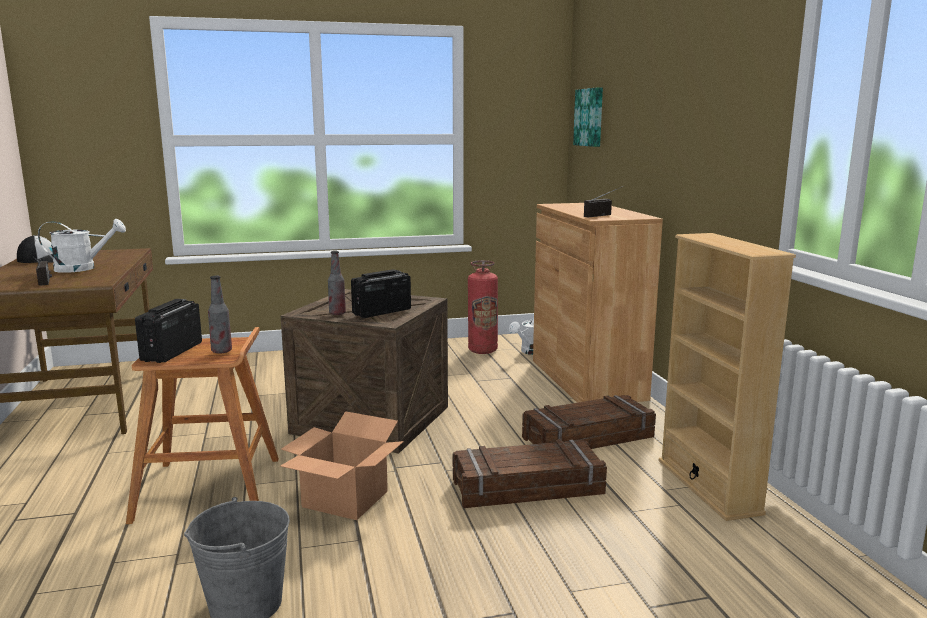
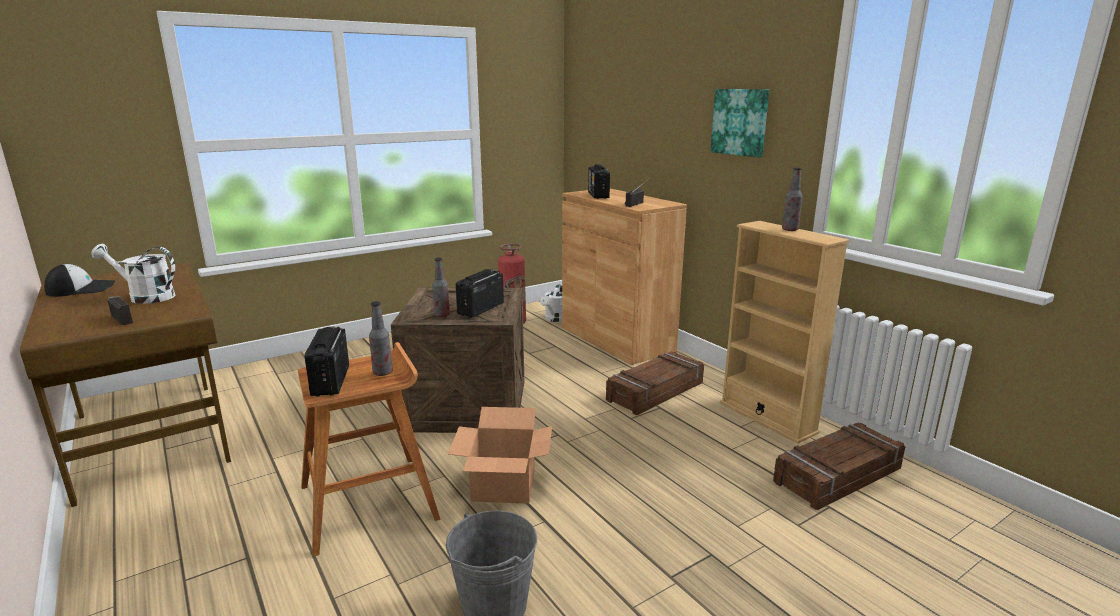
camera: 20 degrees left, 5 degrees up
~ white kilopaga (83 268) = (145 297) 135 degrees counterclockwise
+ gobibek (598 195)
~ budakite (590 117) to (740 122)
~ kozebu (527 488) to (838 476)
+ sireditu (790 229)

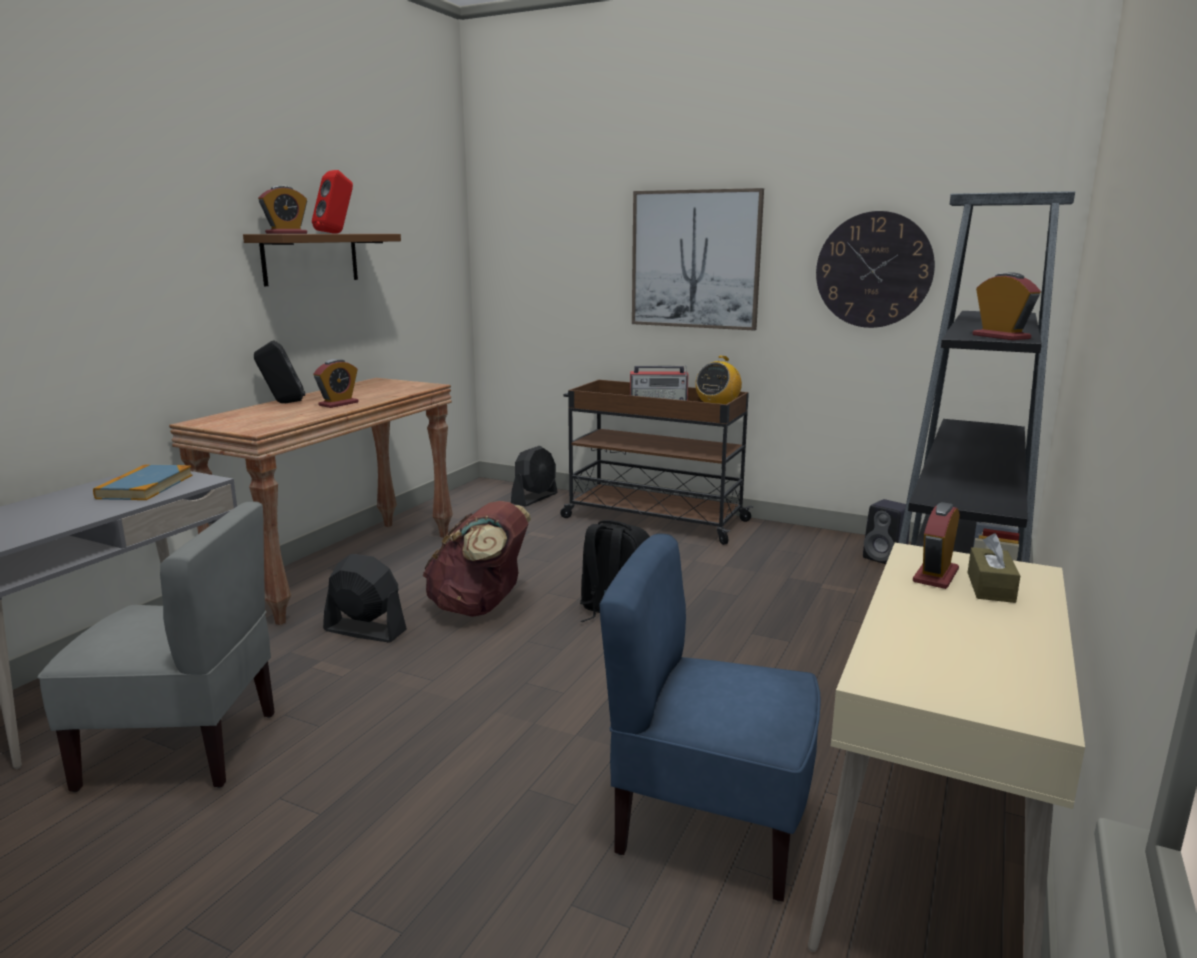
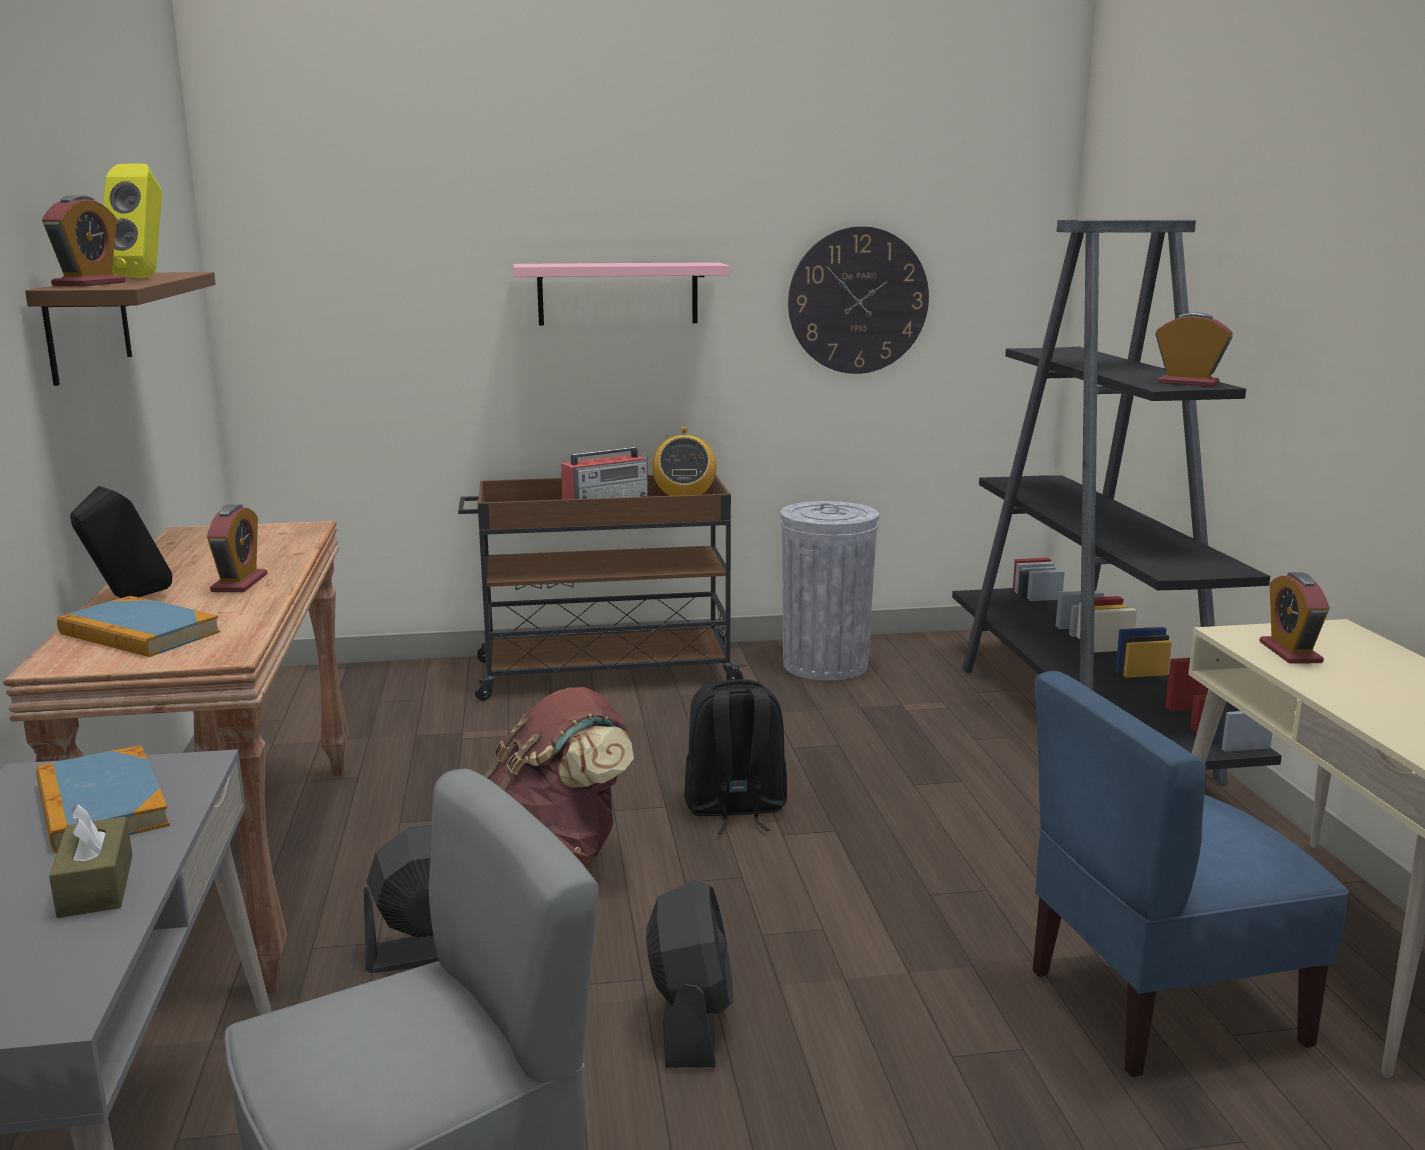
camera: 35 degrees left, 0 degrees up
~ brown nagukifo (990 587) to (96 886)
+ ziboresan (139 633)
~ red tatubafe (336 233) to yellow tatubafe (144 278)
~ budakite (695 259) to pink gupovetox (618 293)
~ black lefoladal (534 498) to (691 1020)
+ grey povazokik (825 664)
- black tatubafe (886 558)

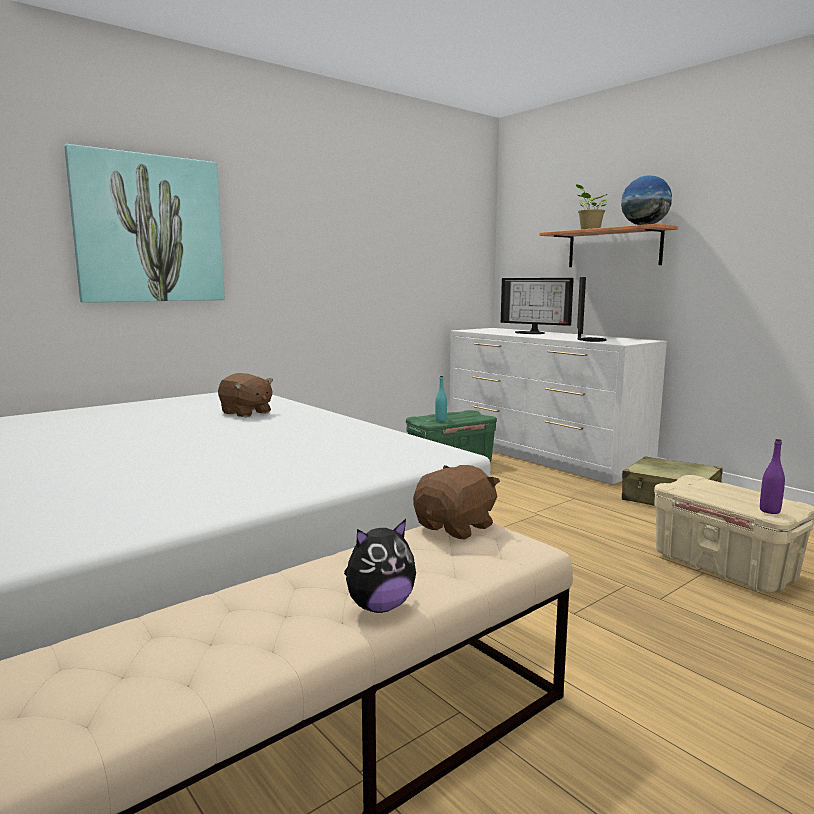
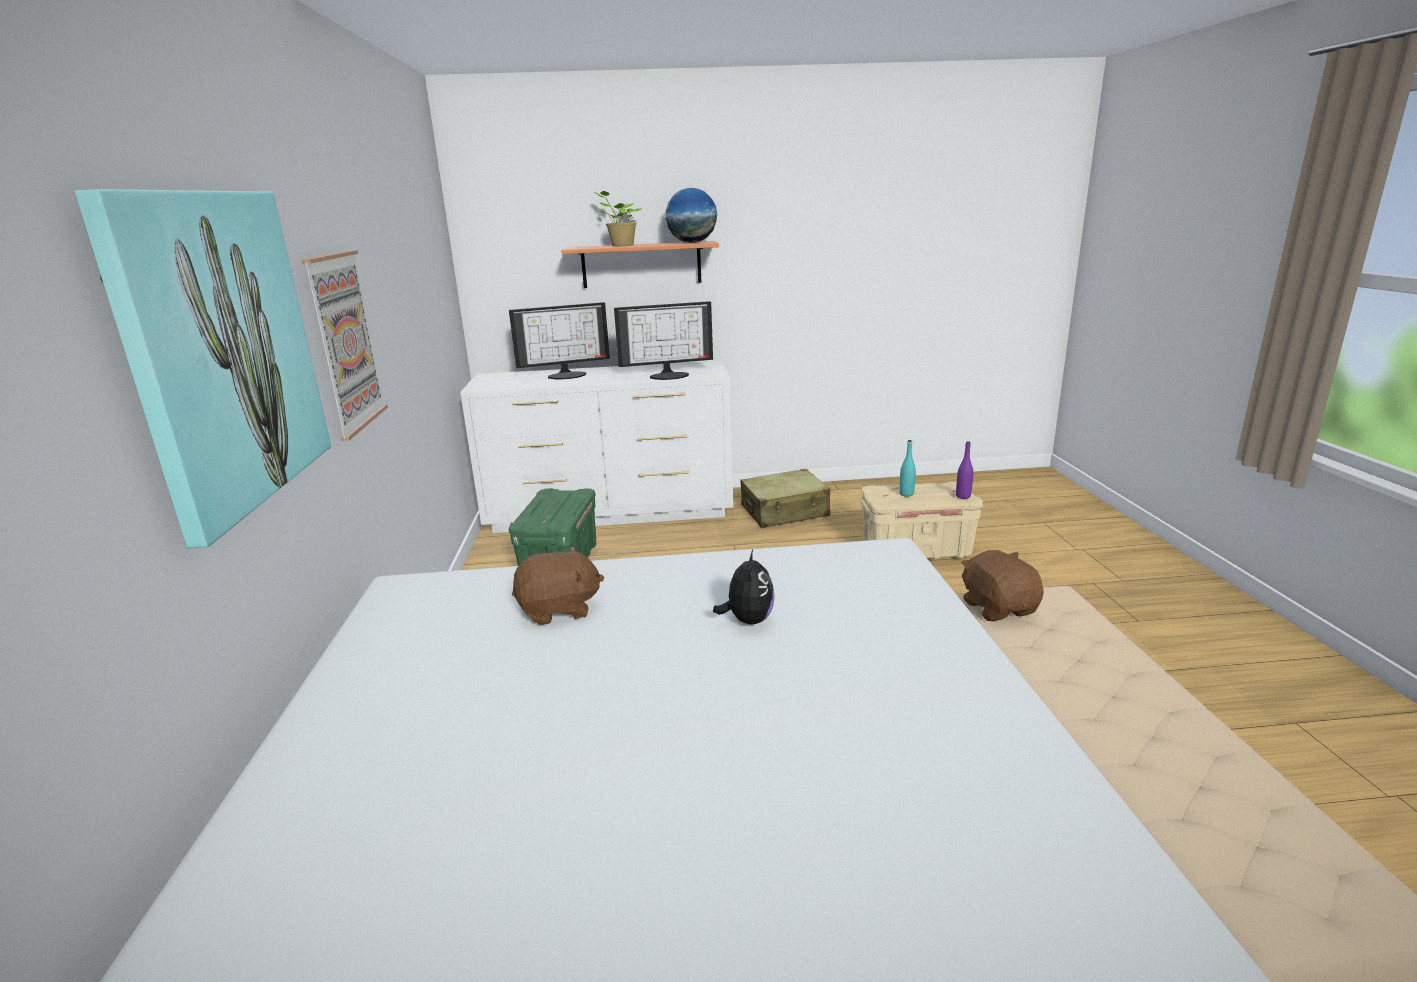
camera: 55 degrees left, 10 degrees up
+ budakite (345 342)
~ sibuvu (588 340) = (669 375) 120 degrees clockwise
~ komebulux (379 606) to (748 620)
~ turquoise sireditu (441 420) to (906 494)

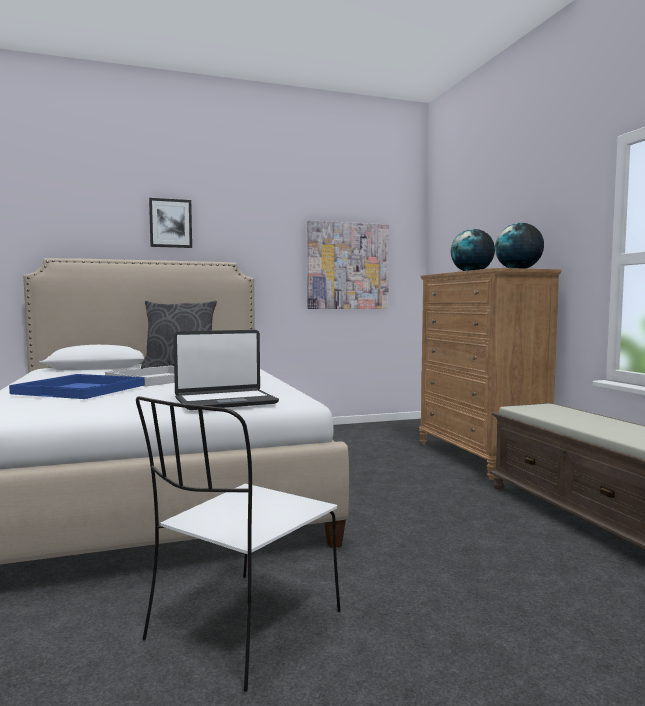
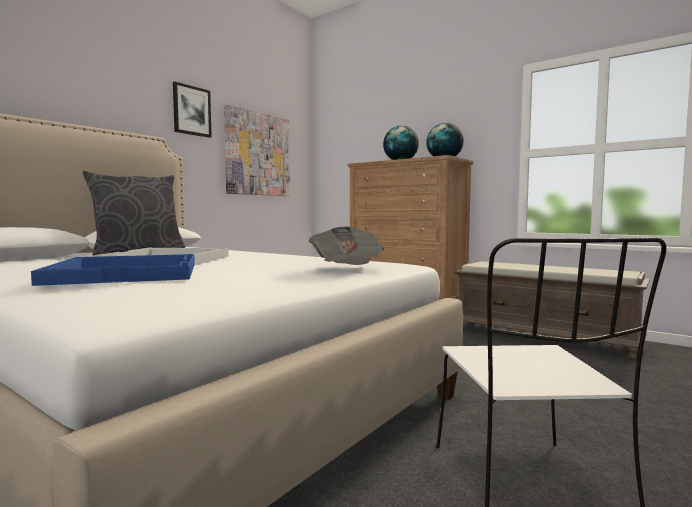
camera: 35 degrees left, 0 degrees up
~ budakite (170 223) to (191 111)
~ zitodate (225 401) to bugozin (347 268)

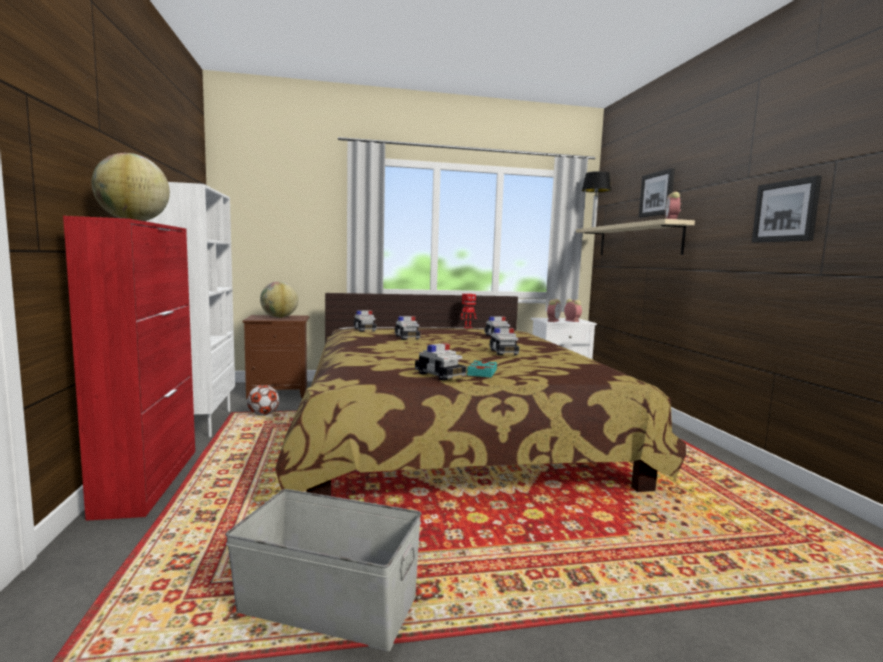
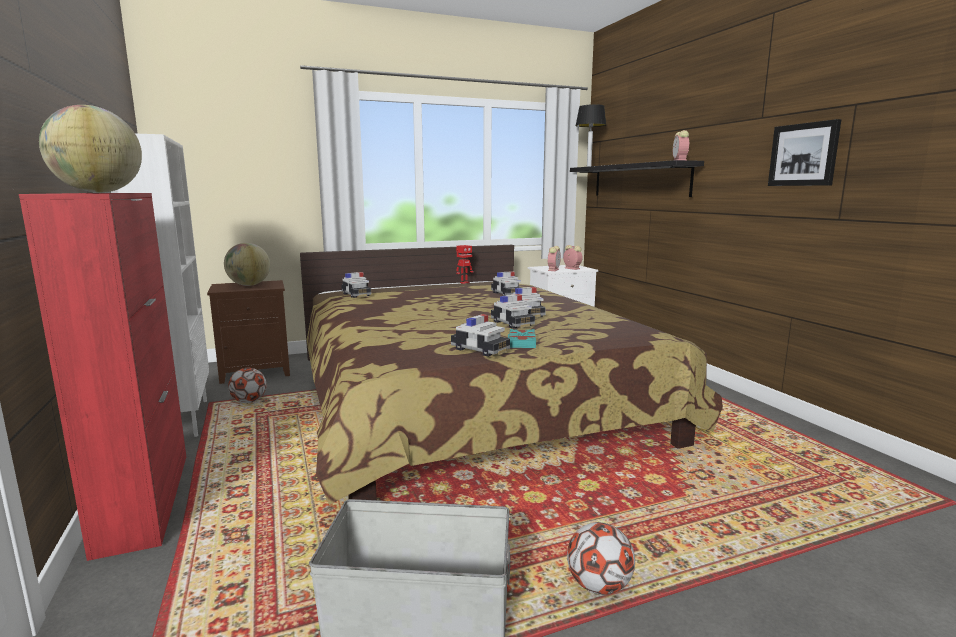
camera: 10 degrees left, 5 degrees up
~ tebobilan (407 337) to (512 323)
+ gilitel (598 586)
~ beige gupovetox (638 240) to black gupovetox (639 180)
- budakite (657 194)

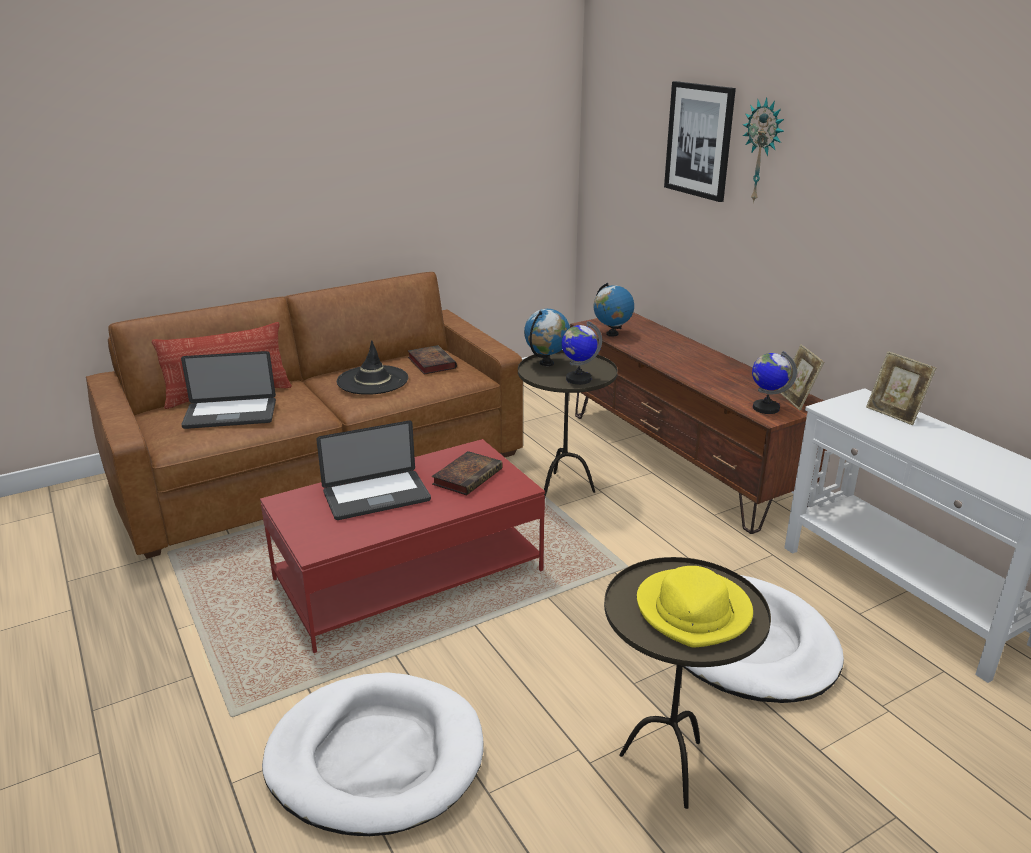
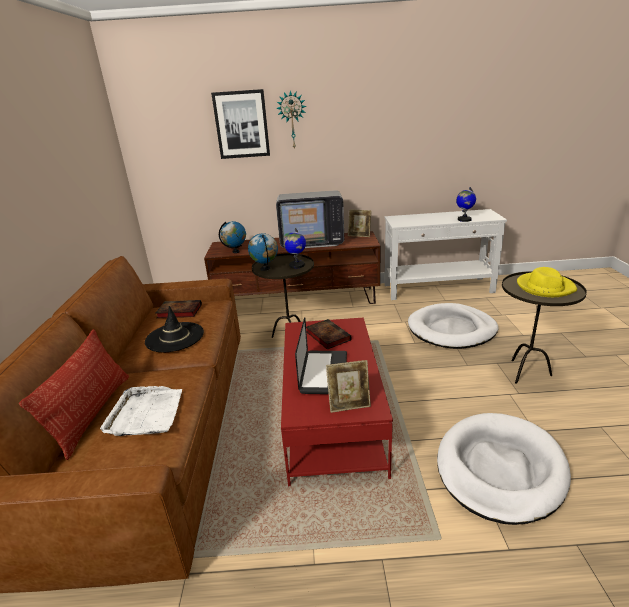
camera: 60 degrees left, 0 degrees up
~ zitodate (230 415) to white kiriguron (145 414)
+ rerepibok (312 242)
~ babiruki (894 414) to (349 404)
~ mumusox (765 408) to (464 219)

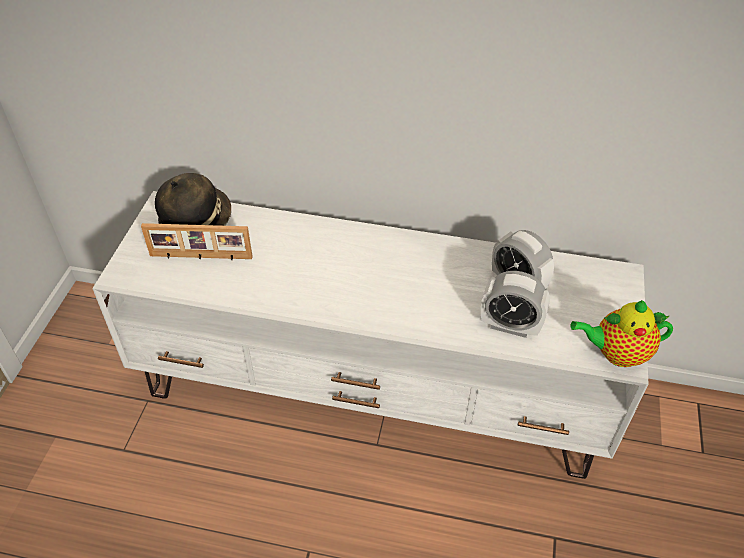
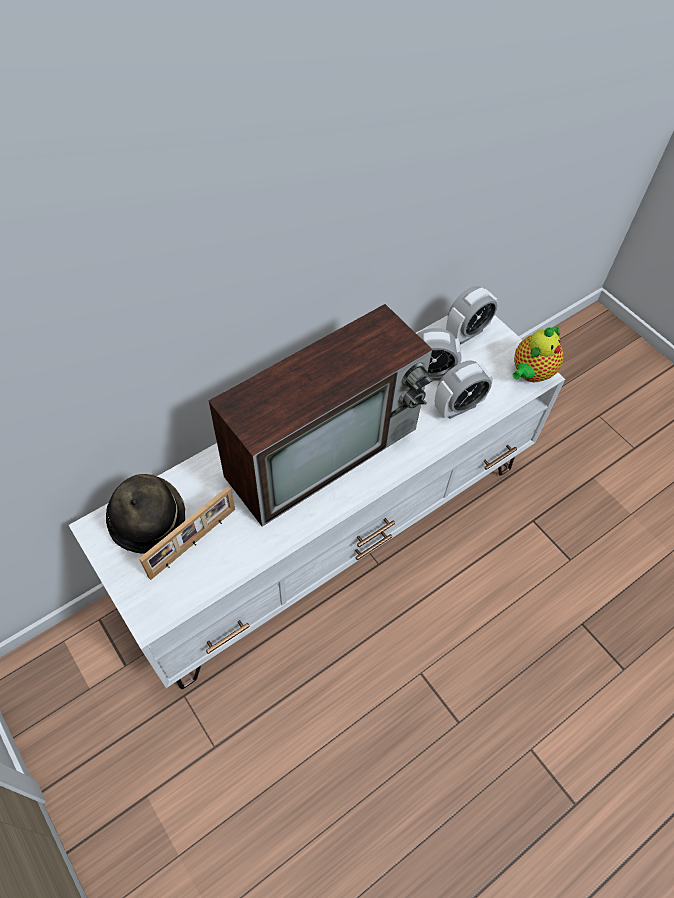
camera: 50 degrees left, 10 degrees up
+ rerepibok (324 449)
+ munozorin (466 333)

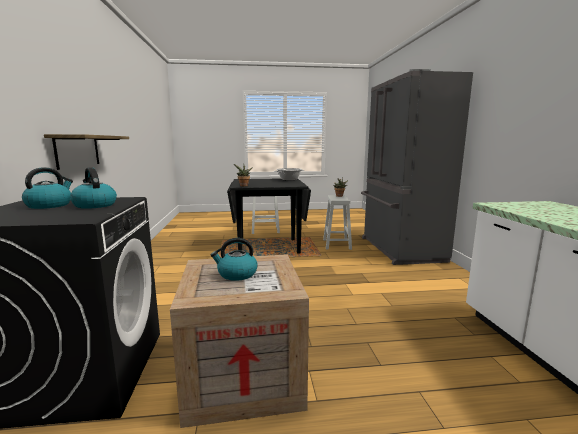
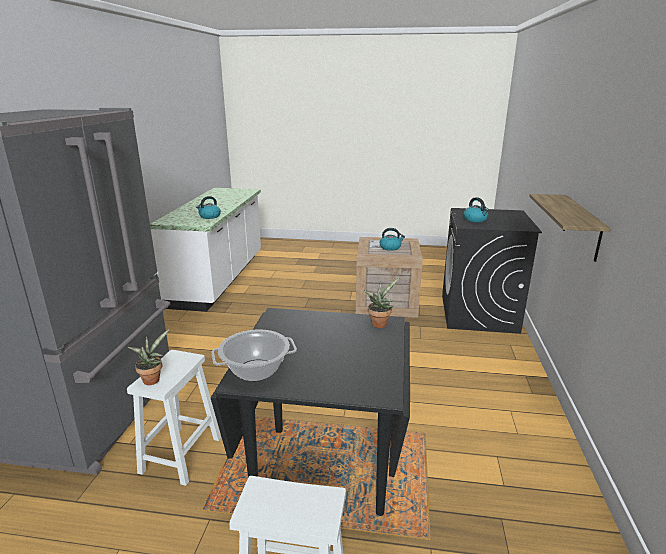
camera: 165 degrees left, 10 degrees up
~ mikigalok (49 205) to (209 216)

